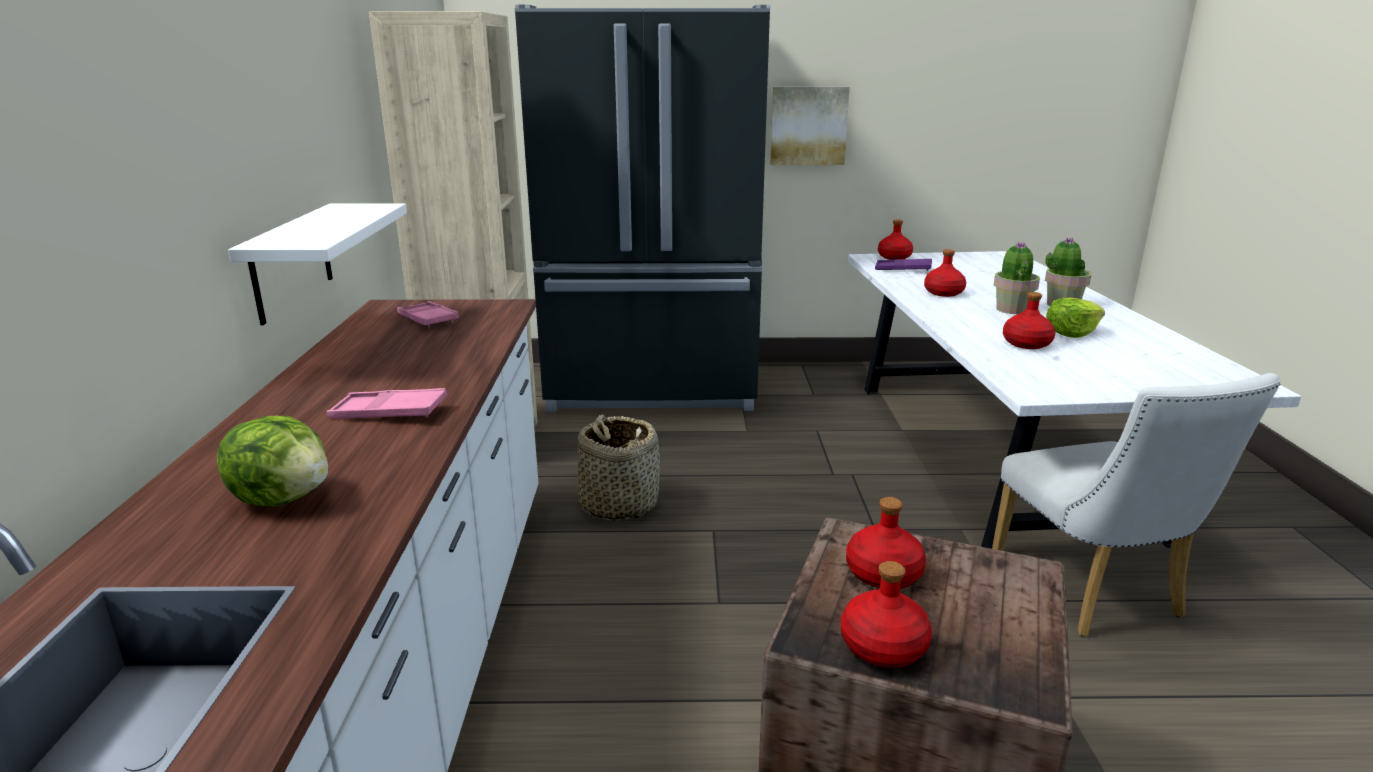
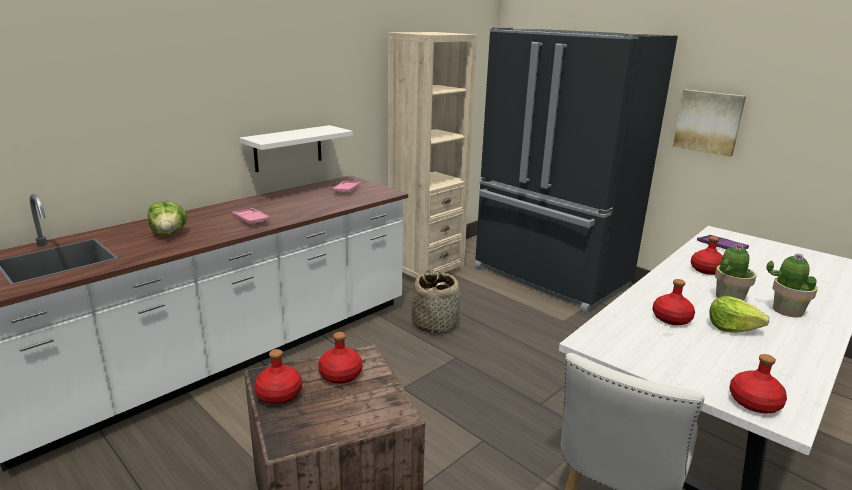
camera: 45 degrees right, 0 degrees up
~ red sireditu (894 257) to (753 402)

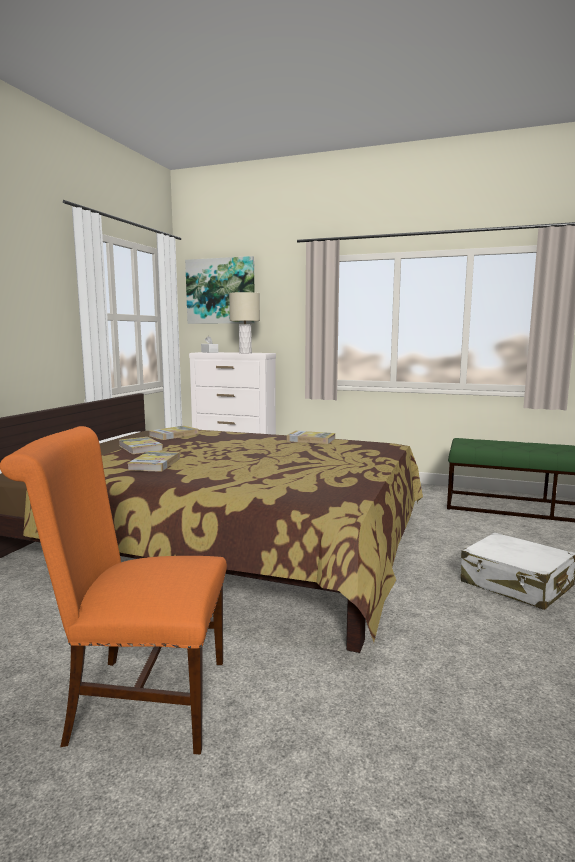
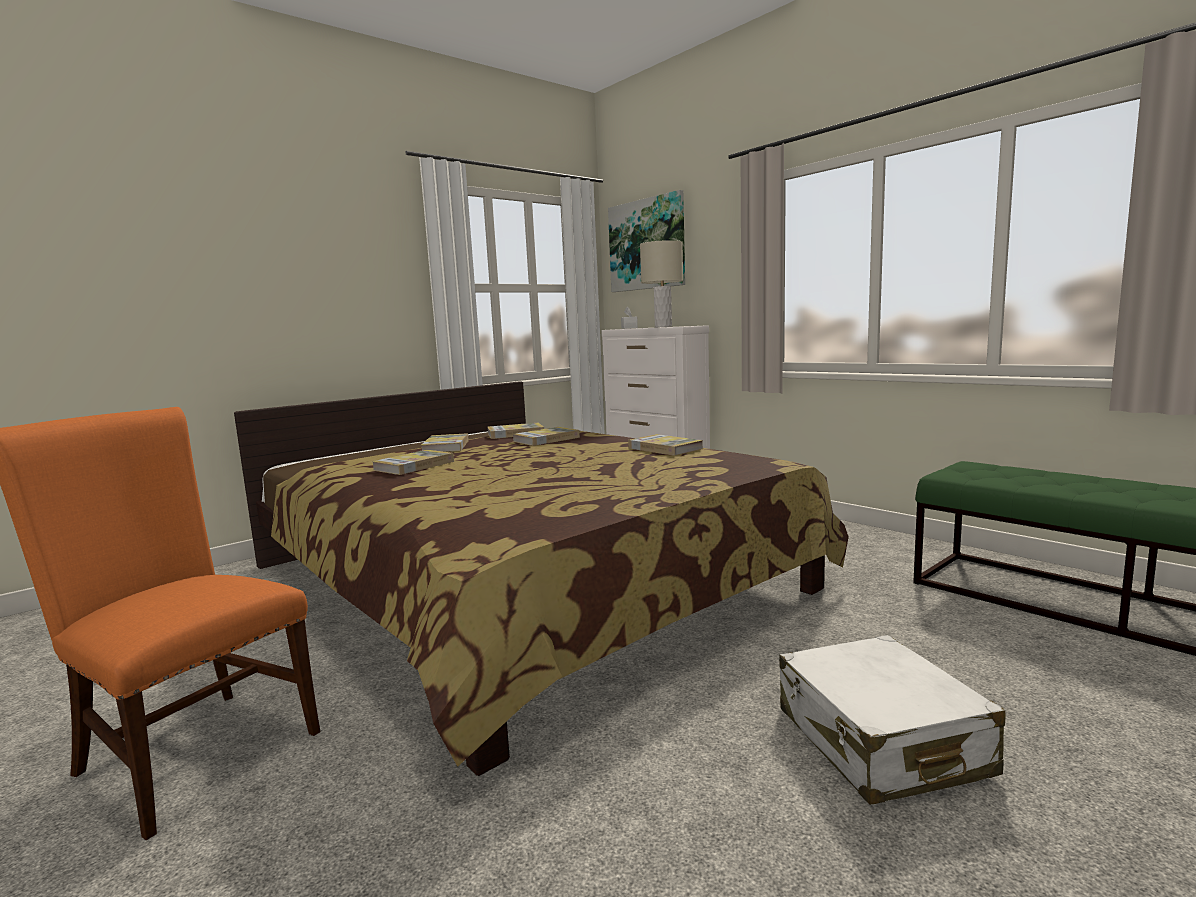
camera: 30 degrees right, 0 degrees up
+ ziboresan (546 439)

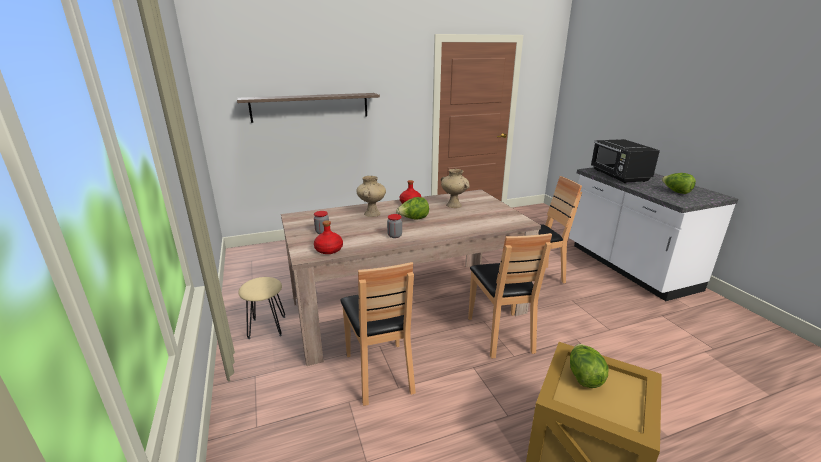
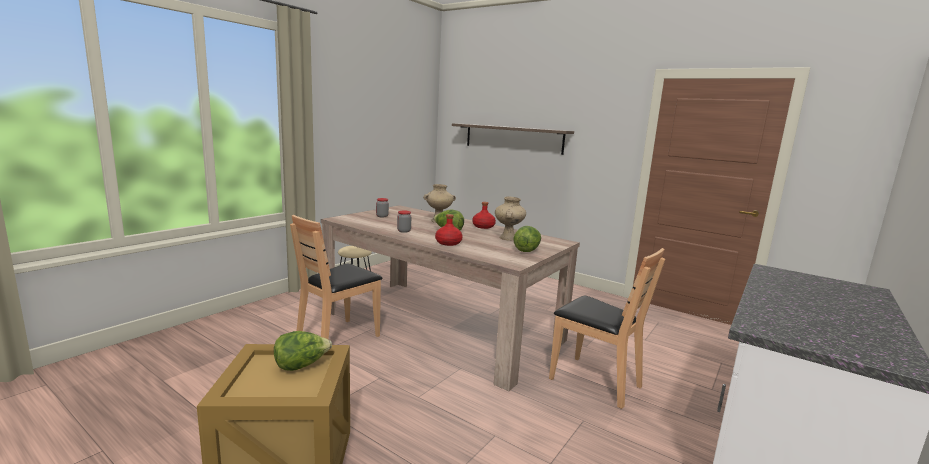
camera: 55 degrees right, 10 degrees down
~ red sireditu (328 250) to (448 243)
~ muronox (675 192) to (527 250)
- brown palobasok (501 334)
- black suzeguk (619 176)

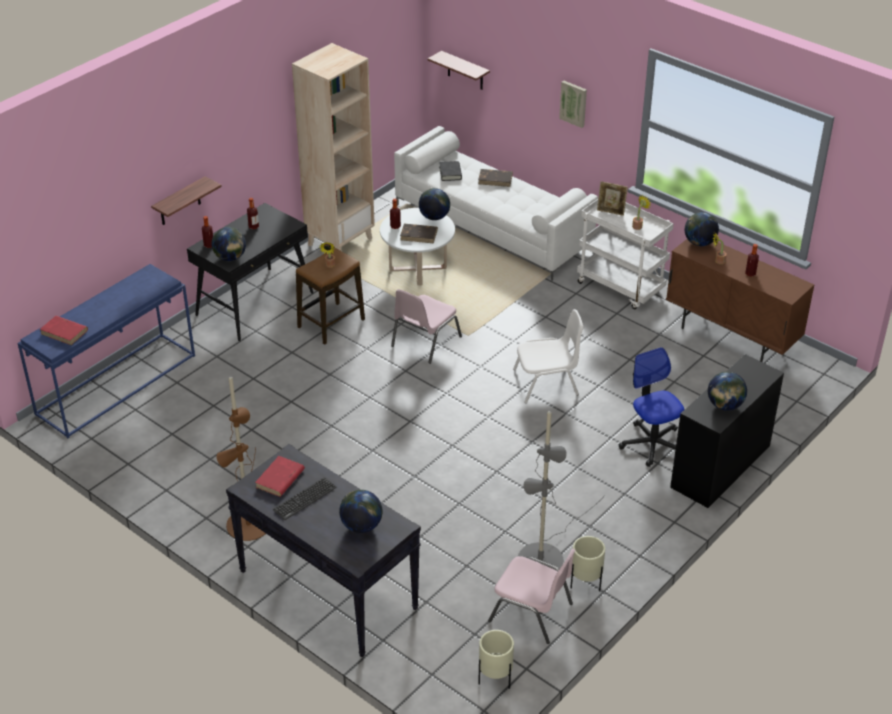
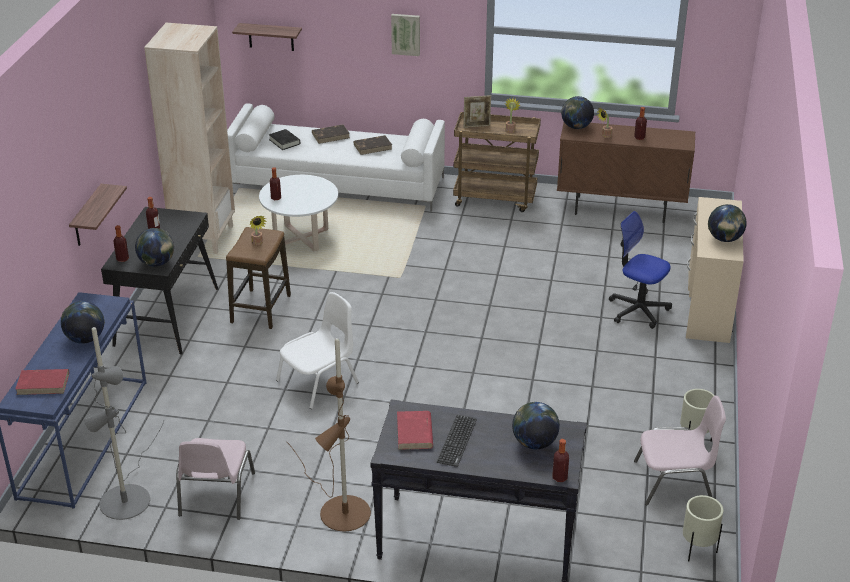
camera: 30 degrees left, 5 degrees down
~ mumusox (434 217) to (85 339)
~ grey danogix (546 553) to (128 494)
~ pink palobasok (424 342) to (215 495)
~ white palobasok (547 383) to (319 382)
~ brown ziboresan (419 235) to (373 146)
~ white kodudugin (621 287) to brown kodudugin (495 199)
+ sireditu (559 477)
~ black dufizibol (721 467) to beige dufizibol (708 308)

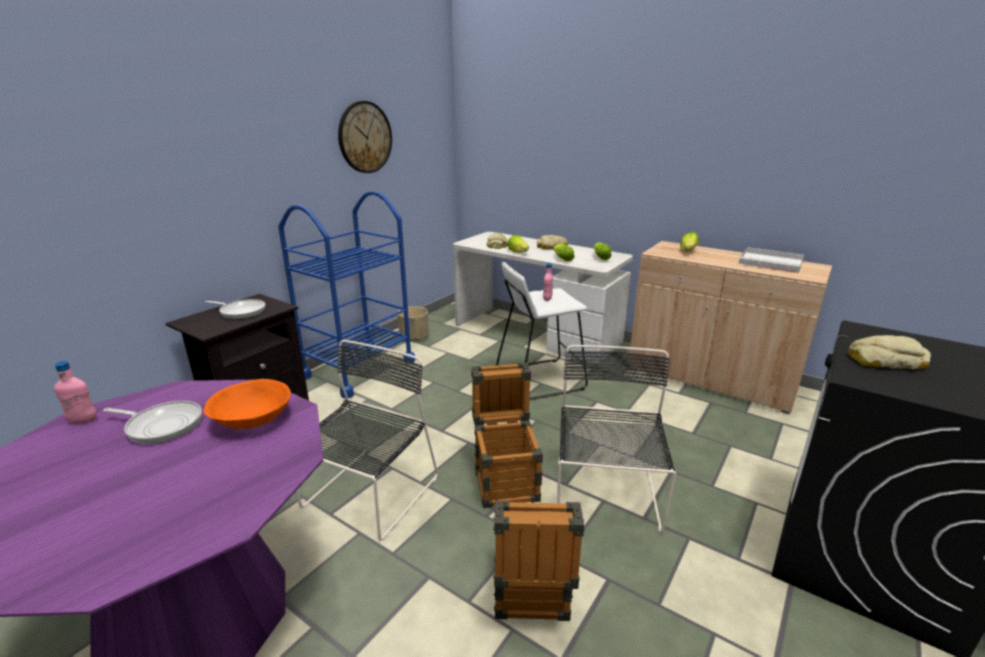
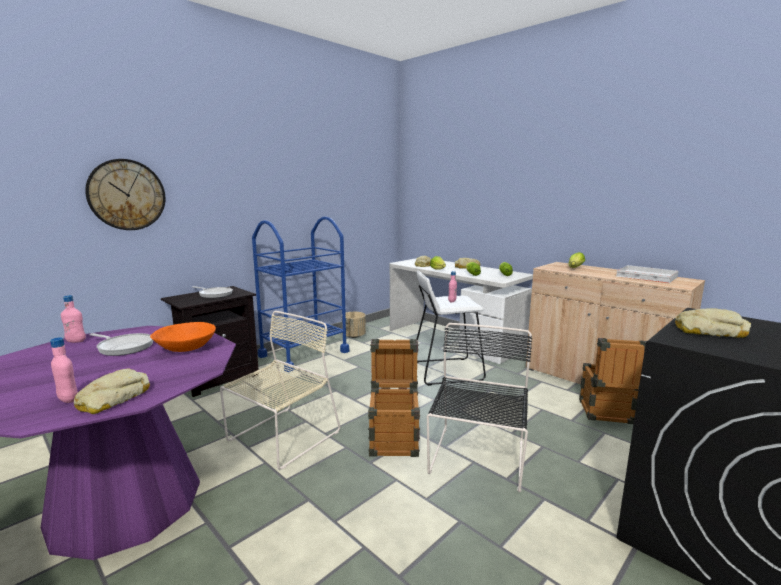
camera: 10 degrees right, 10 degrees down
+ pink sireditu (68 399)
+ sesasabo (113 398)
~ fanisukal (365 137) to (127 195)
~ black palobasok (369 495) to beige palobasok (281 437)
~ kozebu (530 599) to (607 415)

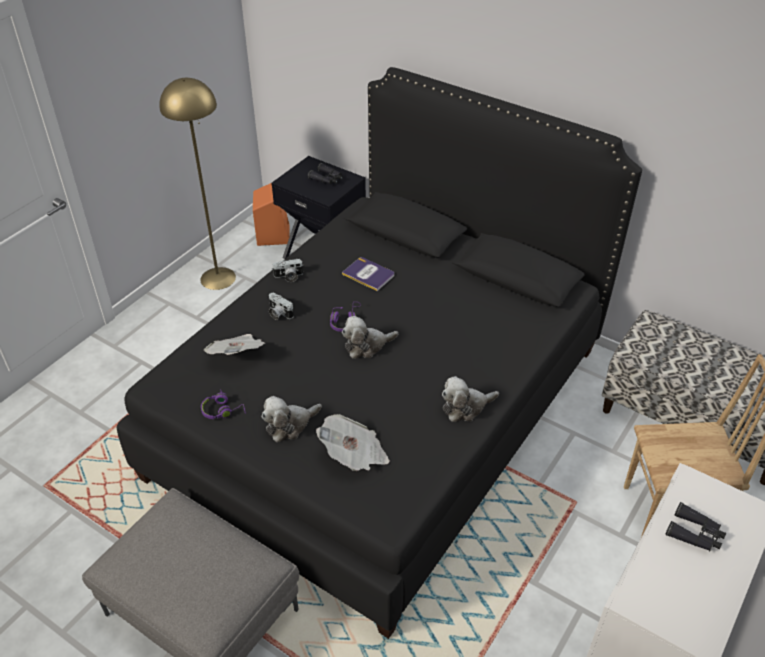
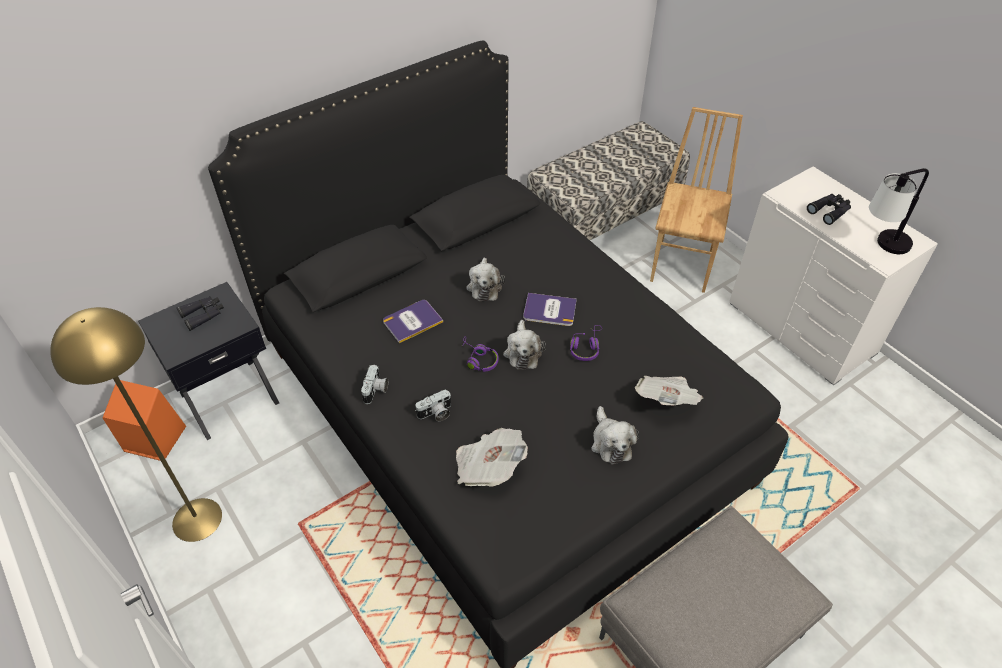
camera: 70 degrees left, 5 degrees up
~ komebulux (466 407) to (484 286)
+ ziboresan (549 310)
~ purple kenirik (223 410) to (586 348)
+ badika (881 248)

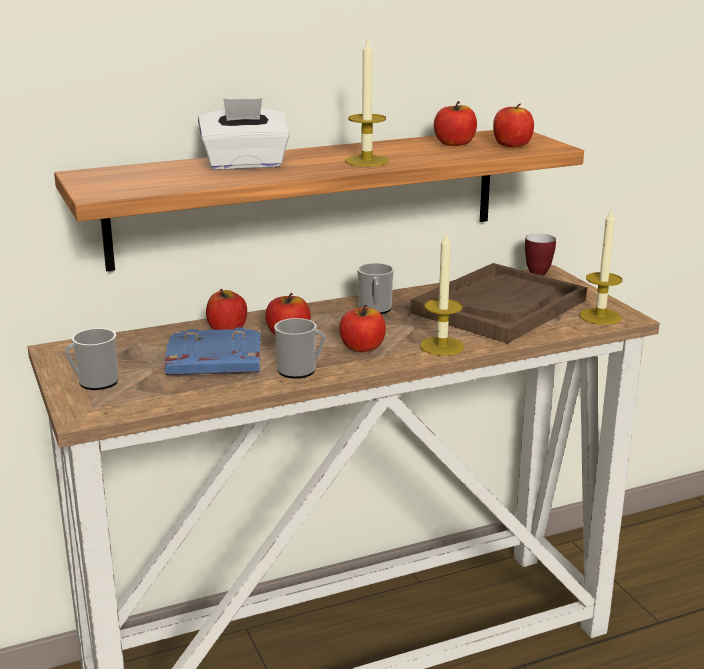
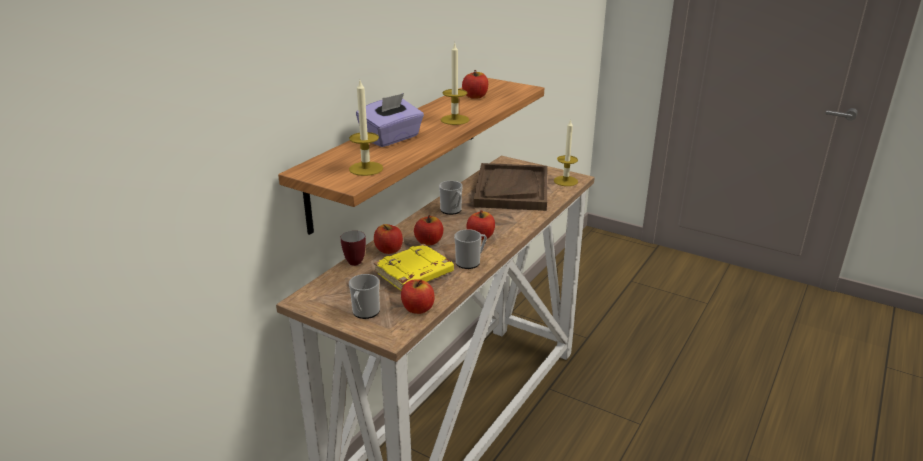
camera: 35 degrees left, 5 degrees up
~ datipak (537 272) to (353 261)
~ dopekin (441 346) to (366 169)
~ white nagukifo (245 164) to purple nagukifo (391 138)
~ blue ziboresan (213 362) to yellow ziboresan (414 273)
~ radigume (511 145) to (417 308)

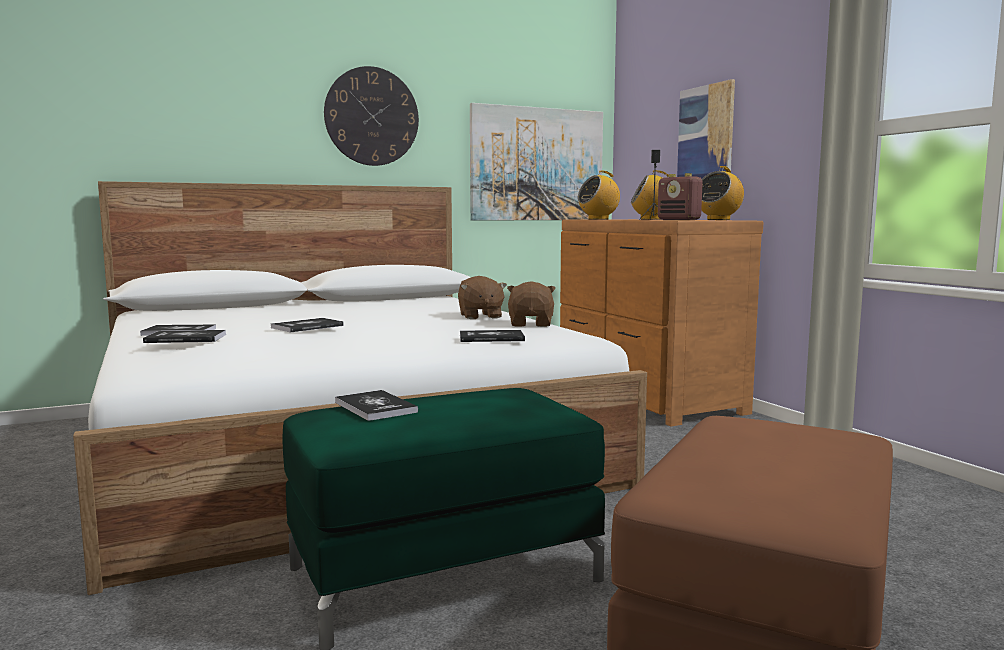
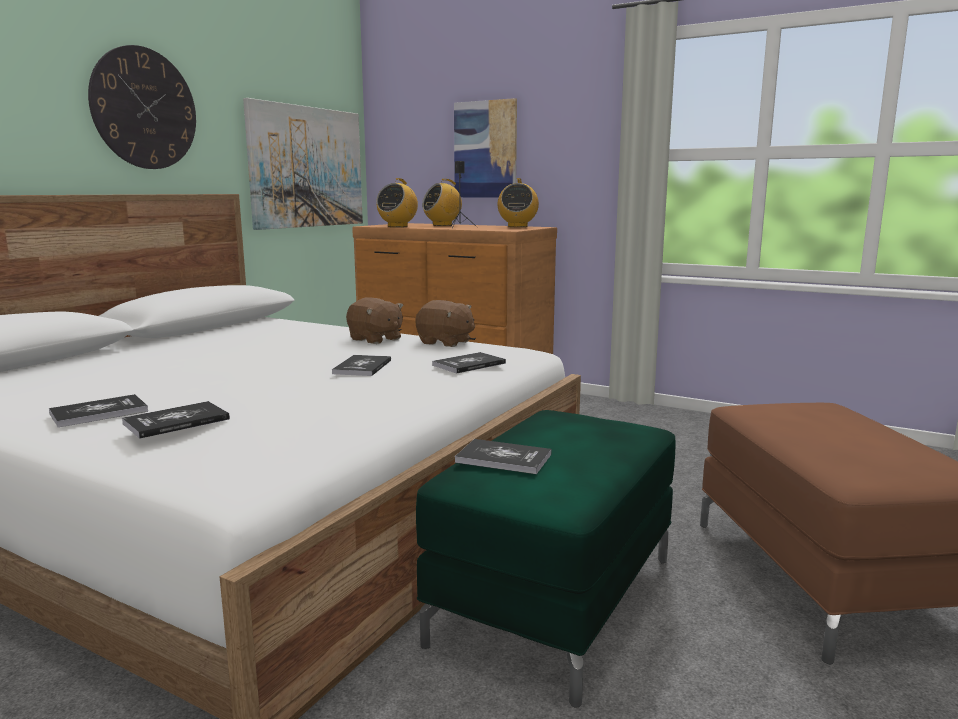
camera: 35 degrees left, 5 degrees up
~ ziboresan (307 327) to (362 367)
~ brown komebulux (531 324) = (445 342) 150 degrees clockwise
- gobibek (679 220)

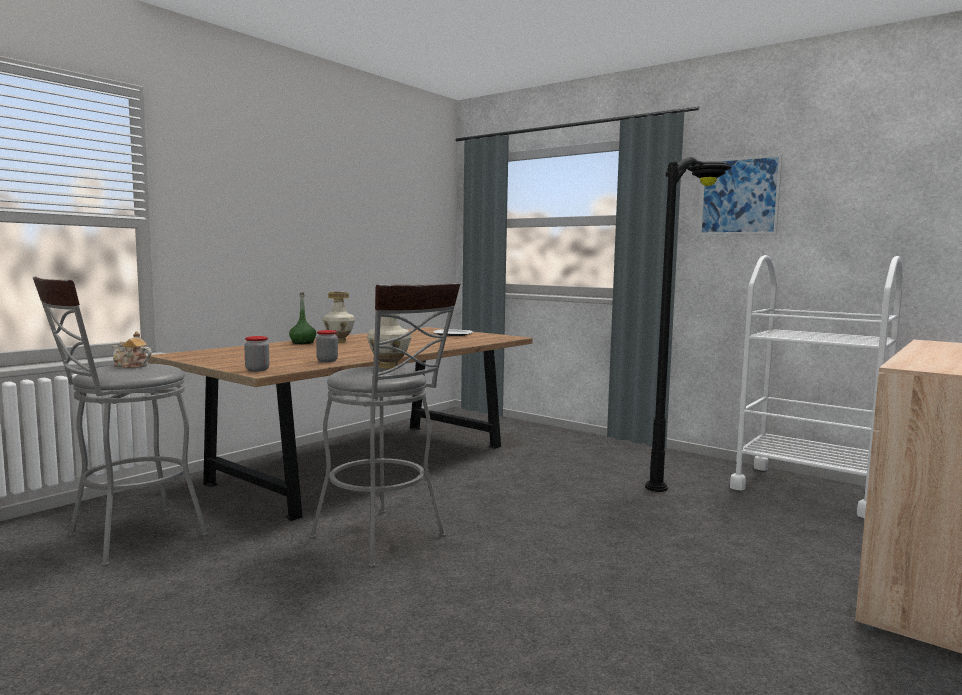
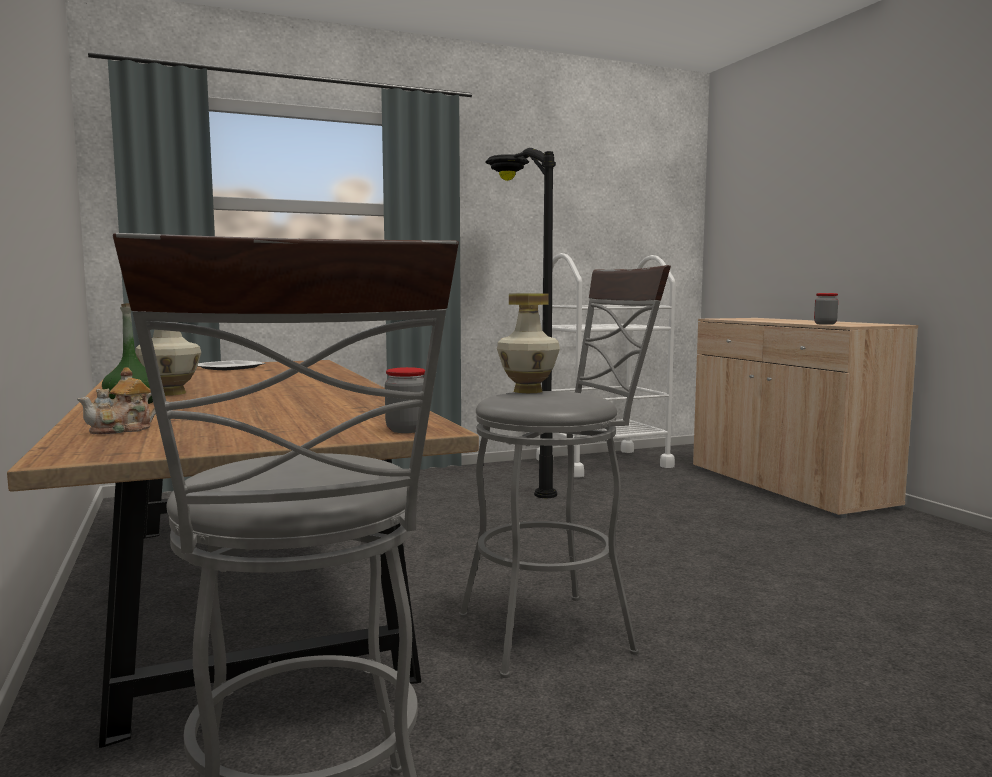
camera: 60 degrees left, 0 degrees up
~ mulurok (131 366) to (123 430)
~ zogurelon (327 361) to (825 324)
- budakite (739 196)

